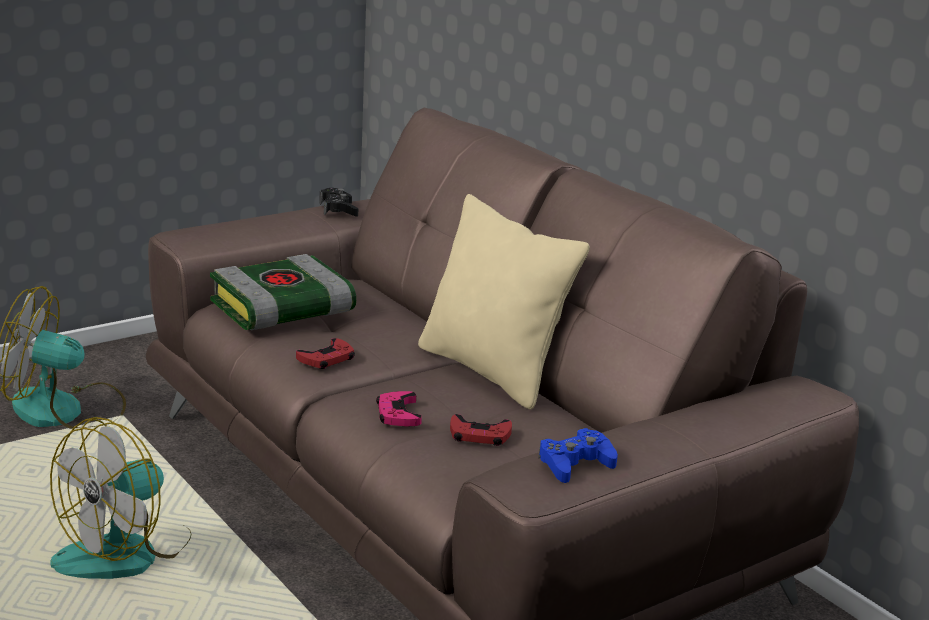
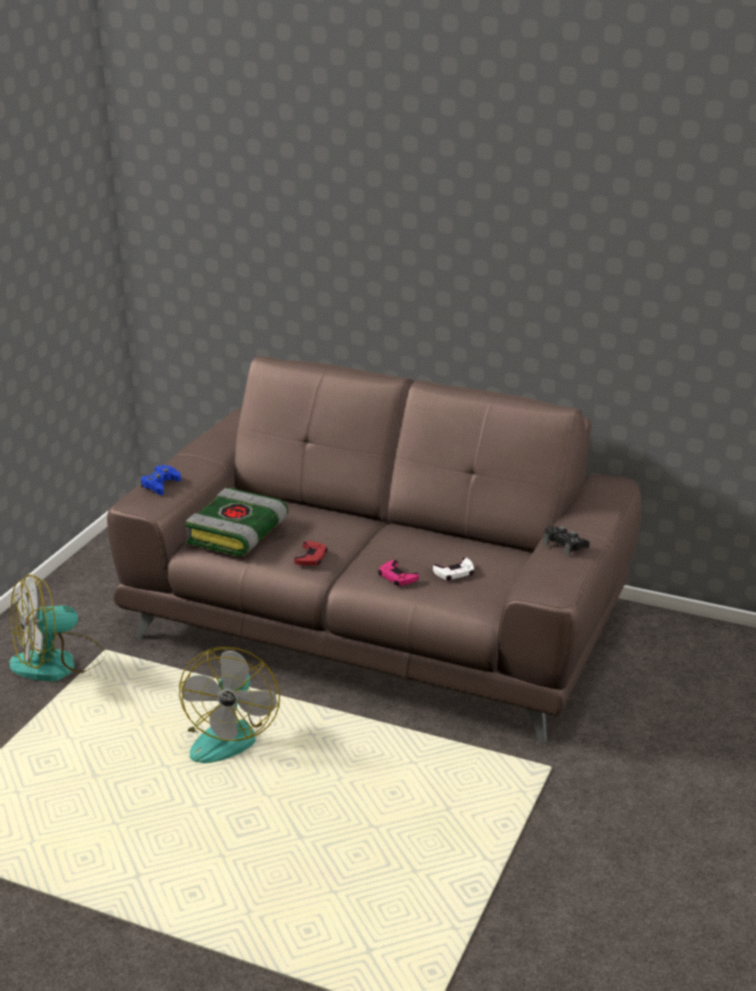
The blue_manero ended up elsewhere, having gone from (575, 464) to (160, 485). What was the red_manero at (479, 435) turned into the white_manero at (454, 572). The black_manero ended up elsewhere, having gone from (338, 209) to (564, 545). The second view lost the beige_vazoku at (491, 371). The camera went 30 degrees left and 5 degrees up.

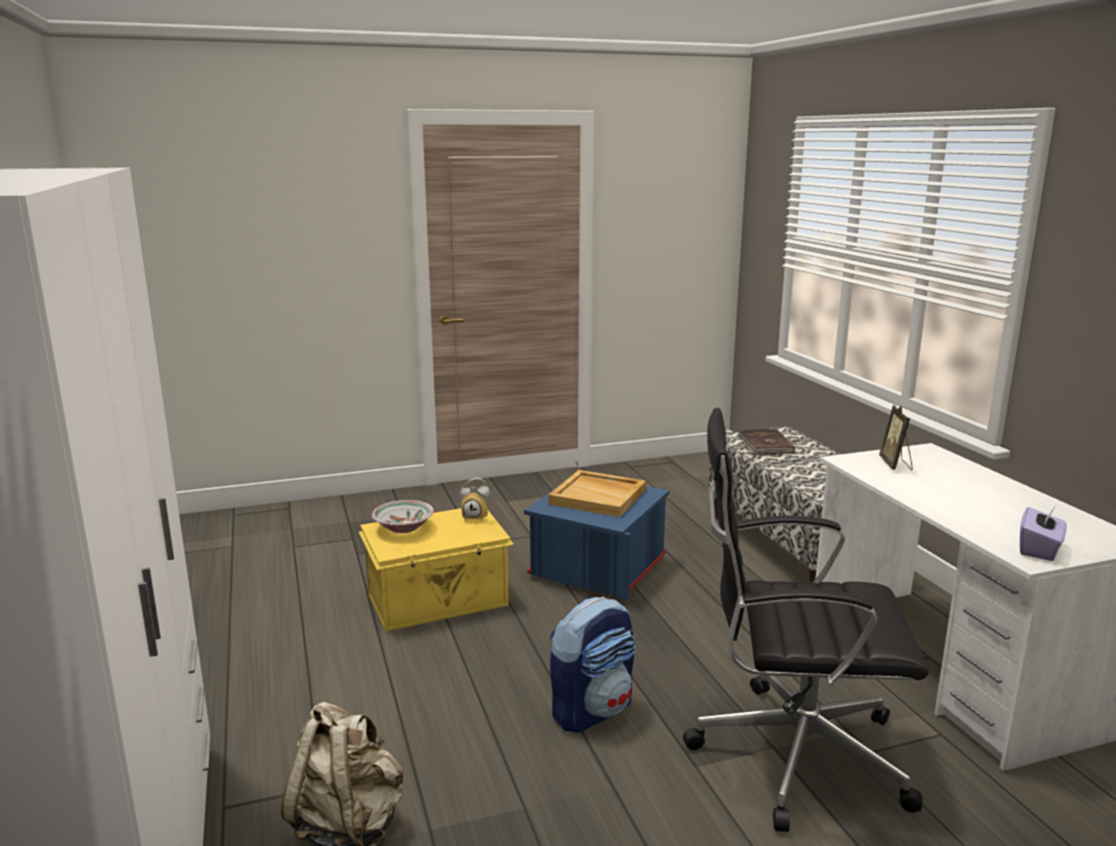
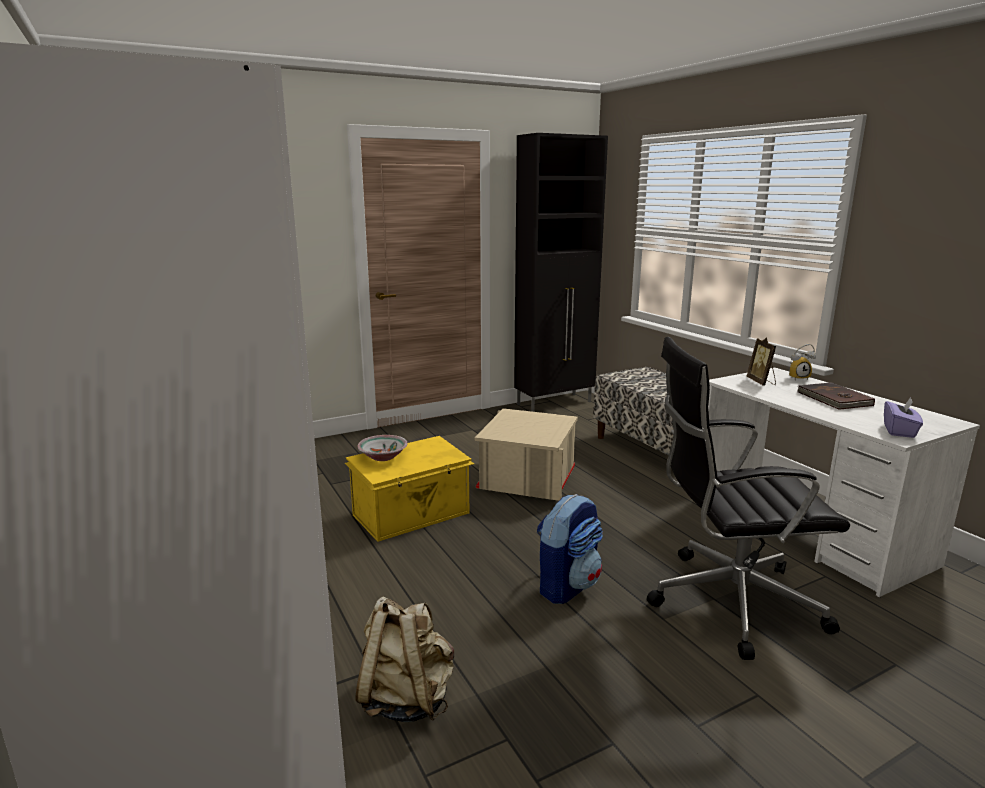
What was the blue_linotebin at (596, 568) turned into the beige_linotebin at (526, 480). The second view gained the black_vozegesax at (555, 403). The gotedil ended up elsewhere, having gone from (476, 517) to (798, 378). The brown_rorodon ended up elsewhere, having gone from (764, 445) to (833, 399). The second view lost the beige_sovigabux at (599, 497). The camera went 10 degrees left and 0 degrees up.

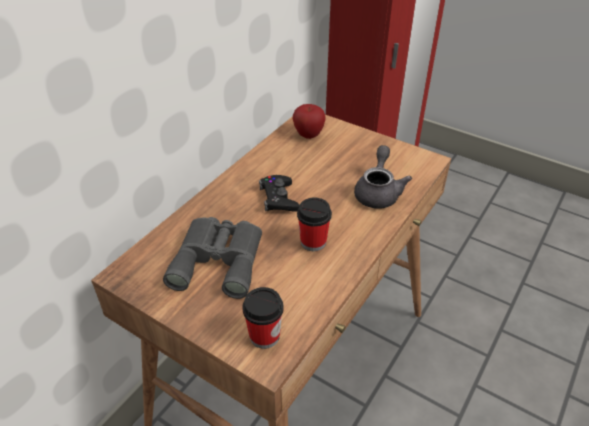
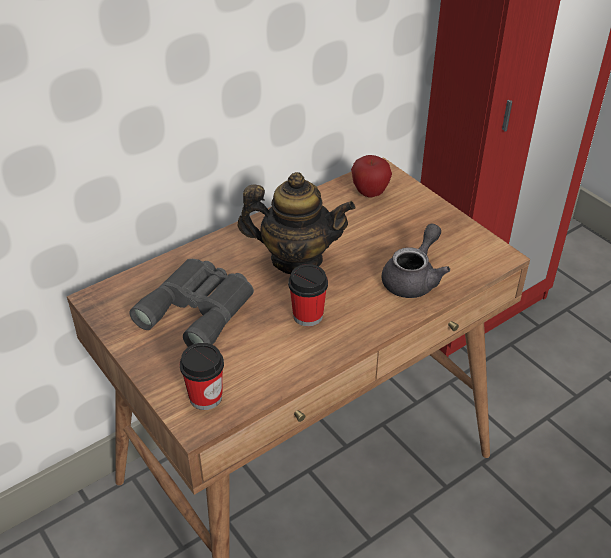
Where the black_manero stood at (279, 198), the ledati came to stand at (296, 259). The camera went 20 degrees right and 0 degrees up.

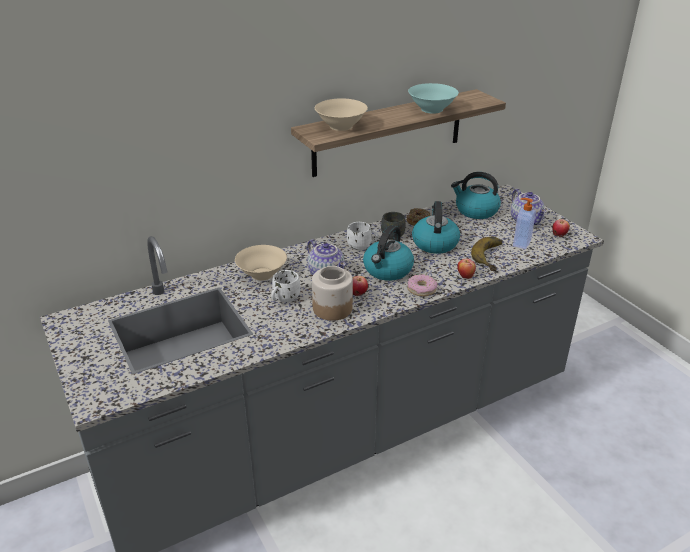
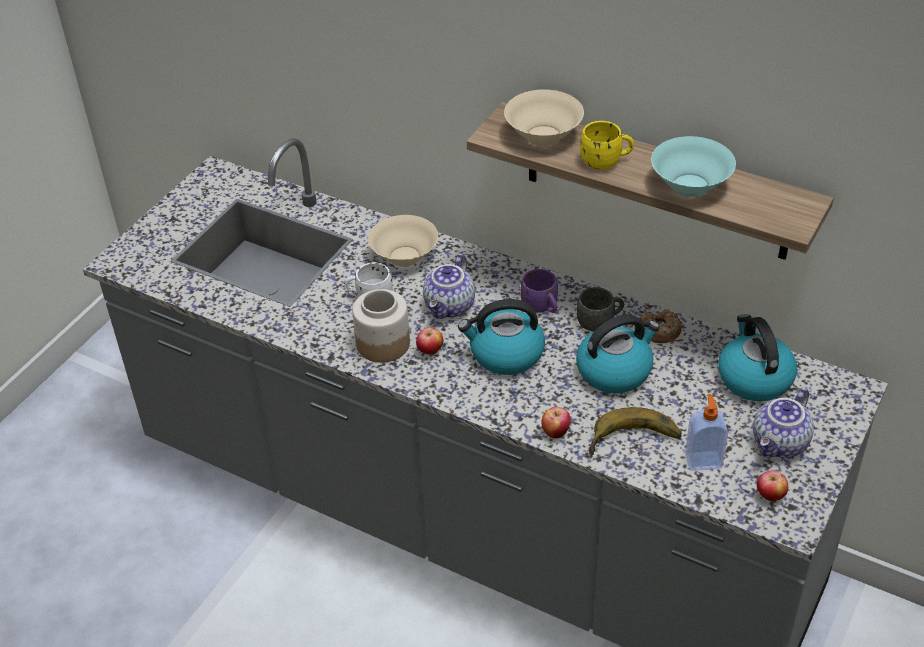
What was the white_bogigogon at (362, 246) turned into the purple_bogigogon at (542, 308). The second view gained the yellow_bogigogon at (606, 162). The second view lost the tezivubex at (421, 289). The camera went 60 degrees right and 10 degrees up.

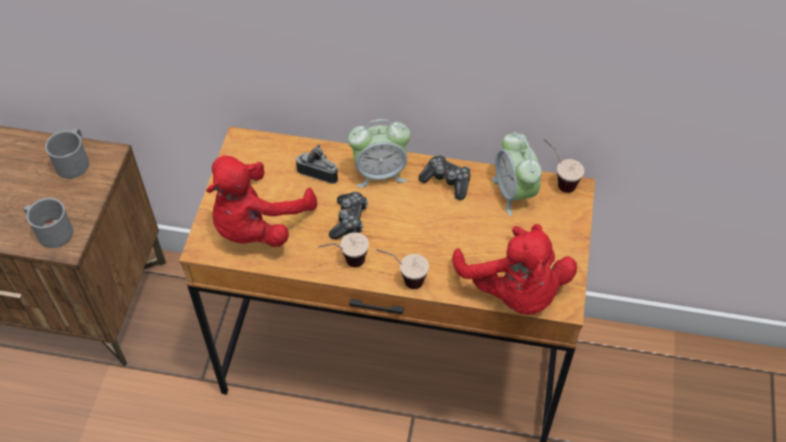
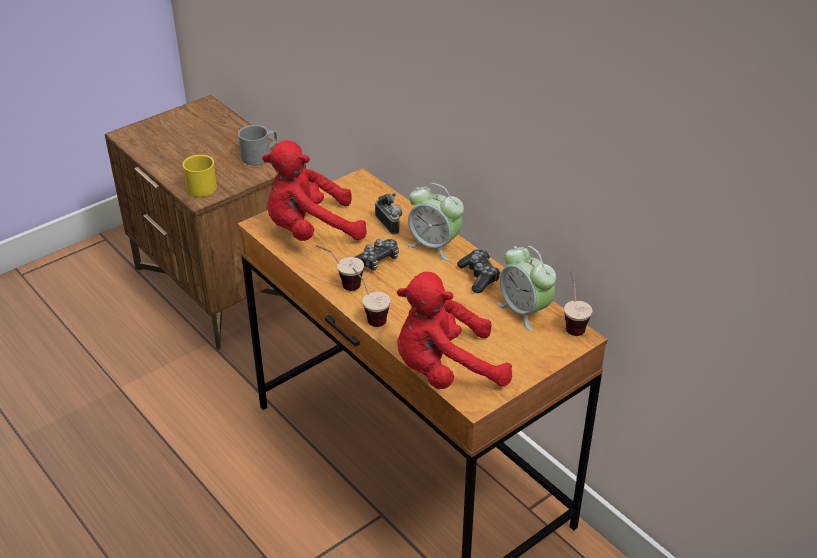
What was the grey_bogigogon at (50, 231) turned into the yellow_bogigogon at (200, 186). The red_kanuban at (514, 291) ended up facing another way, 60 degrees clockwise from before. The gotedil at (514, 193) ended up facing another way, 60 degrees counterclockwise from before. The camera went 40 degrees right and 15 degrees down.

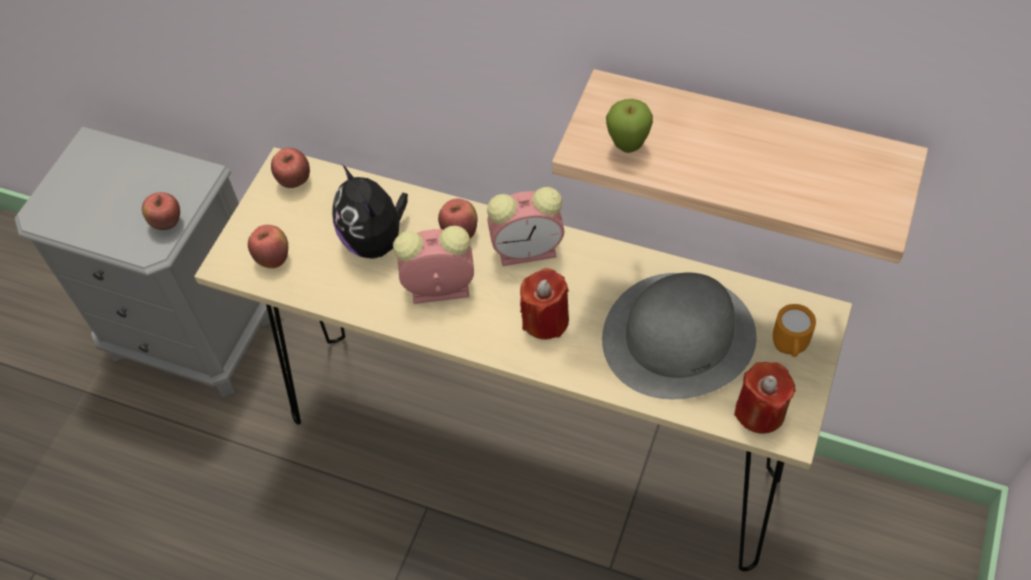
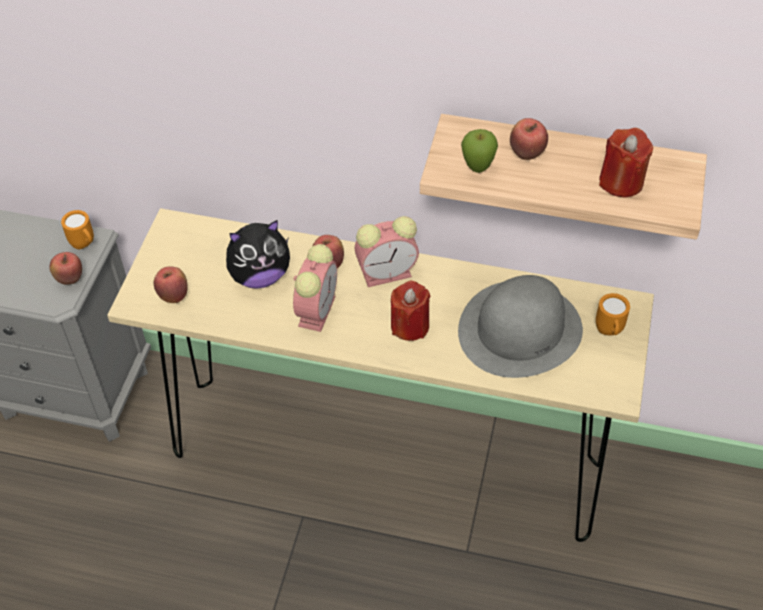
The second view gained the orange_bogigogon at (85, 245). The kanuban at (377, 241) ended up facing another way, 75 degrees counterclockwise from before. The gotedil at (437, 289) ended up facing another way, 120 degrees clockwise from before. The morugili ended up elsewhere, having gone from (295, 181) to (526, 154). The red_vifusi ended up elsewhere, having gone from (760, 411) to (621, 182). The camera went 10 degrees left and 5 degrees down.

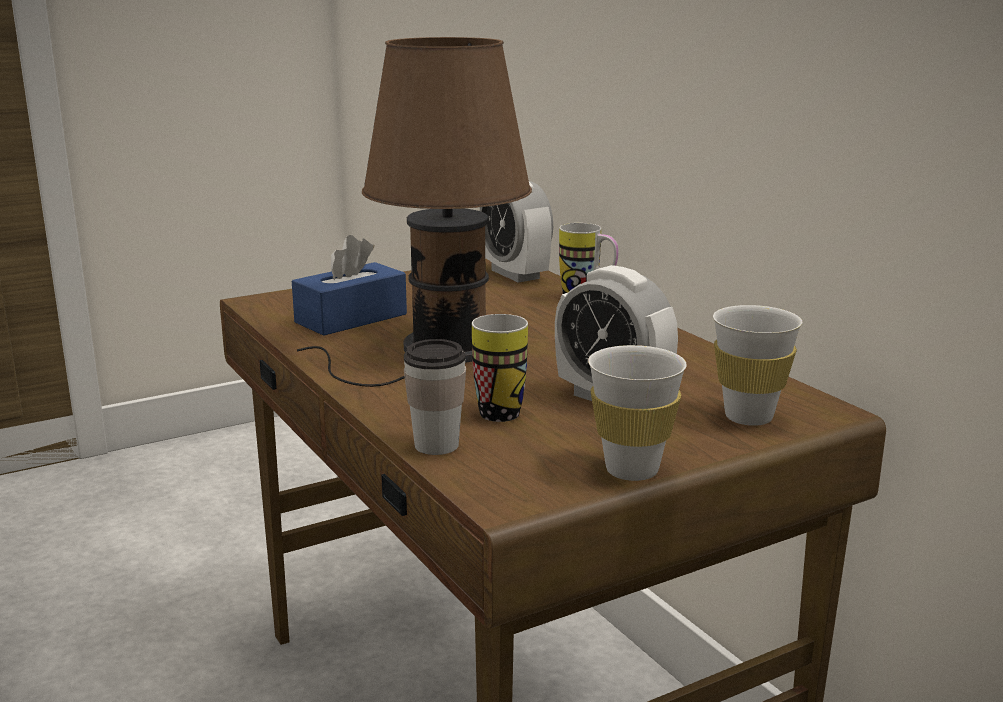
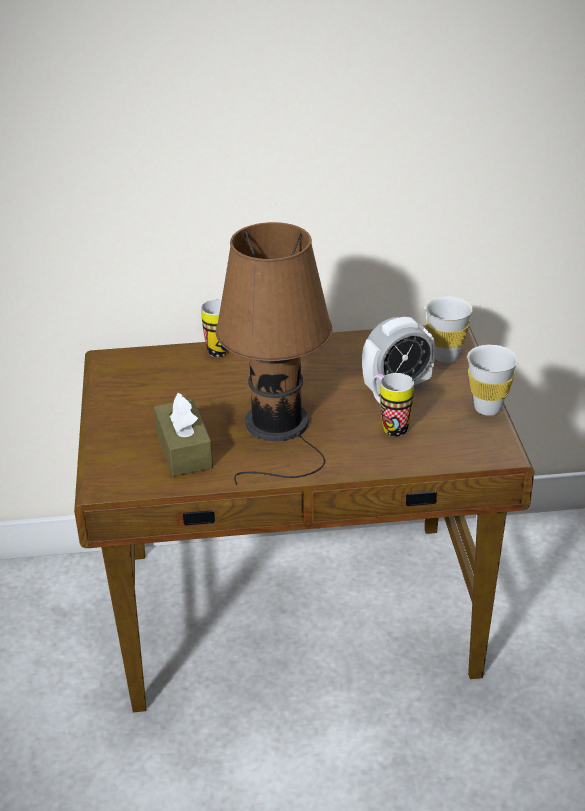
What was the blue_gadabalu at (351, 318) turned into the brown_gadabalu at (184, 450). The second view lost the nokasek at (436, 445). The second view lost the gotedil at (515, 274). The camera went 65 degrees left and 15 degrees up.

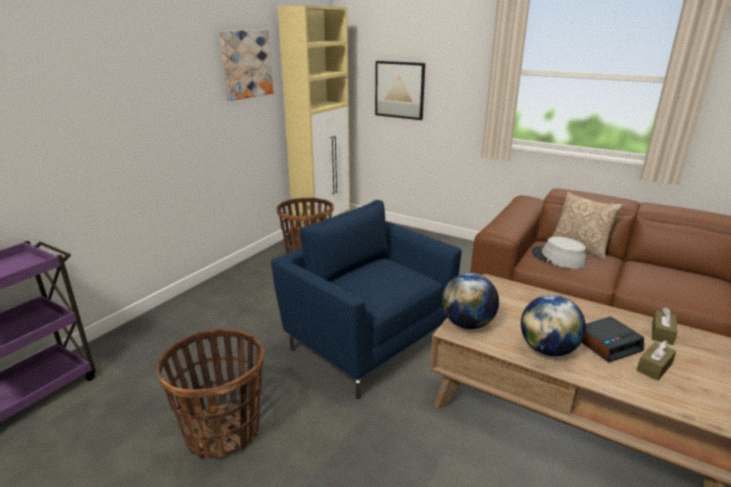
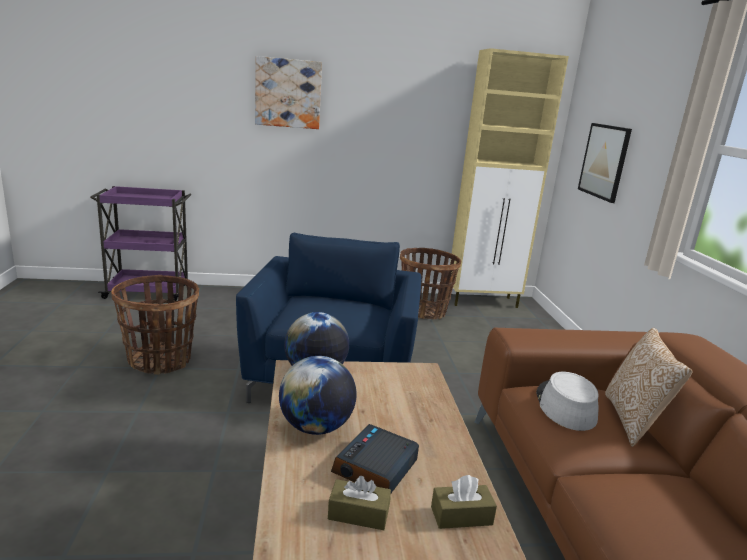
The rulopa ended up elsewhere, having gone from (246, 64) to (288, 93). The gotedil at (607, 344) ended up facing another way, 90 degrees clockwise from before. The camera went 50 degrees right and 5 degrees down.

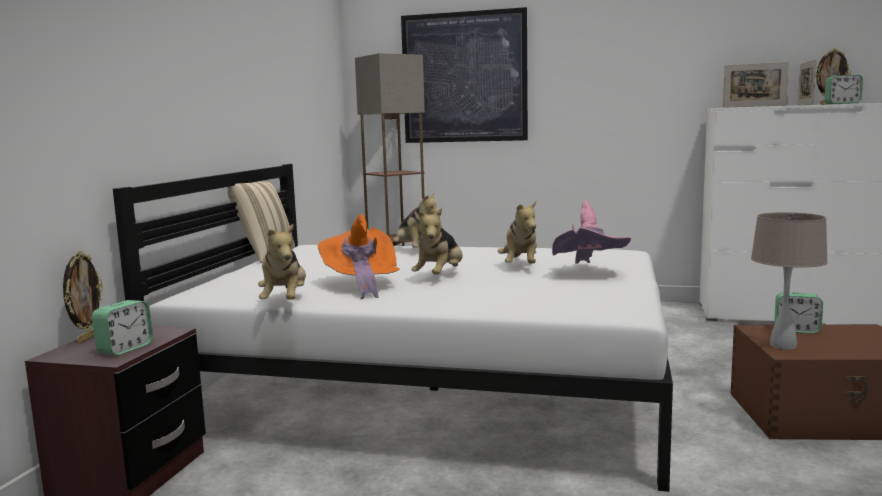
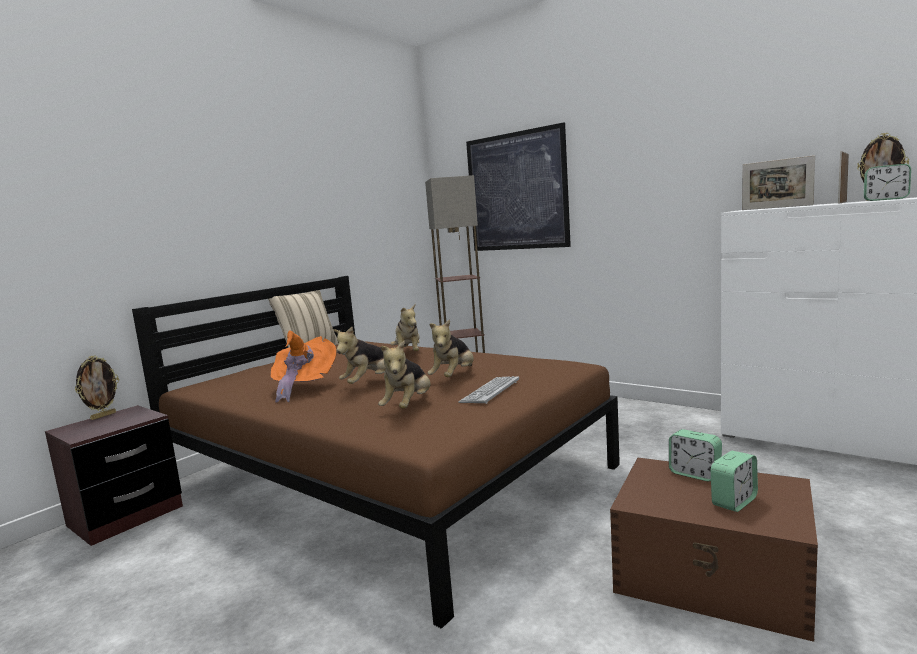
What was the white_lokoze at (430, 388) turned into the brown_lokoze at (386, 476). The kanuban ended up elsewhere, having gone from (285, 301) to (408, 406). Where the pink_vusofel stood at (588, 273), the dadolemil came to stand at (490, 391). The gotedil ended up elsewhere, having gone from (125, 349) to (734, 501). The second view lost the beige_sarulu at (782, 345). The camera went 25 degrees right and 0 degrees up.

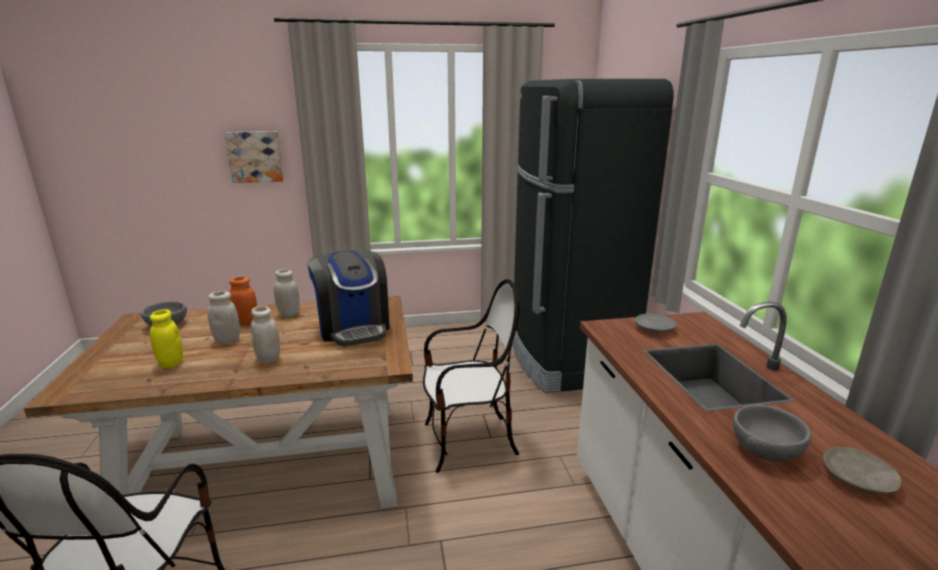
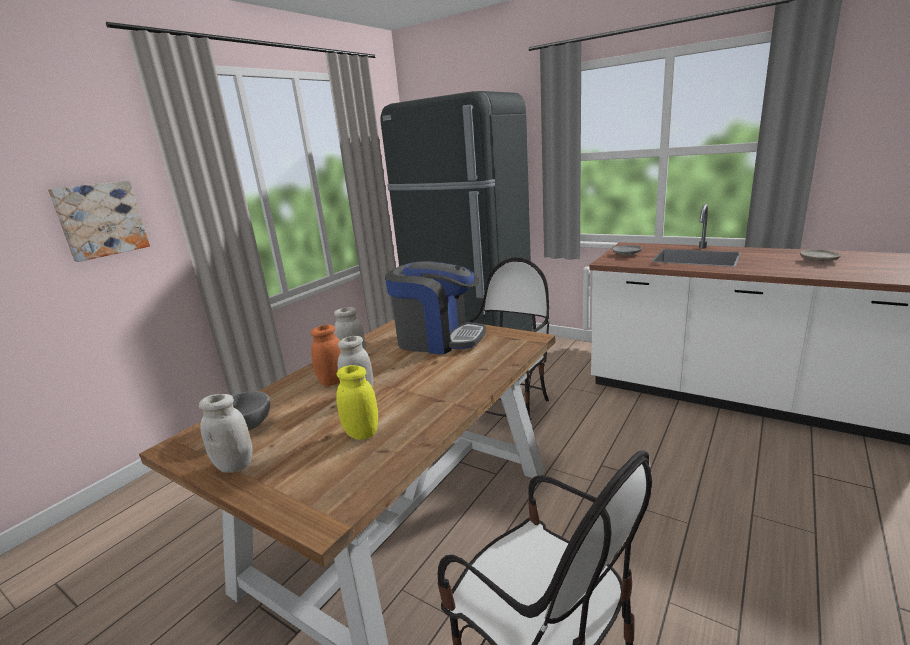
The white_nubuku ended up elsewhere, having gone from (268, 358) to (235, 465). The second view lost the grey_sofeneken at (767, 451). The camera went 45 degrees left and 0 degrees up.

